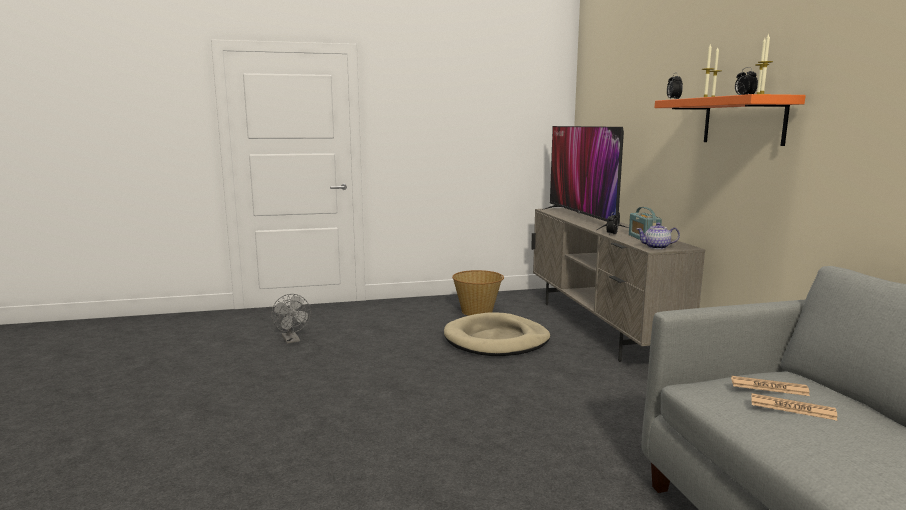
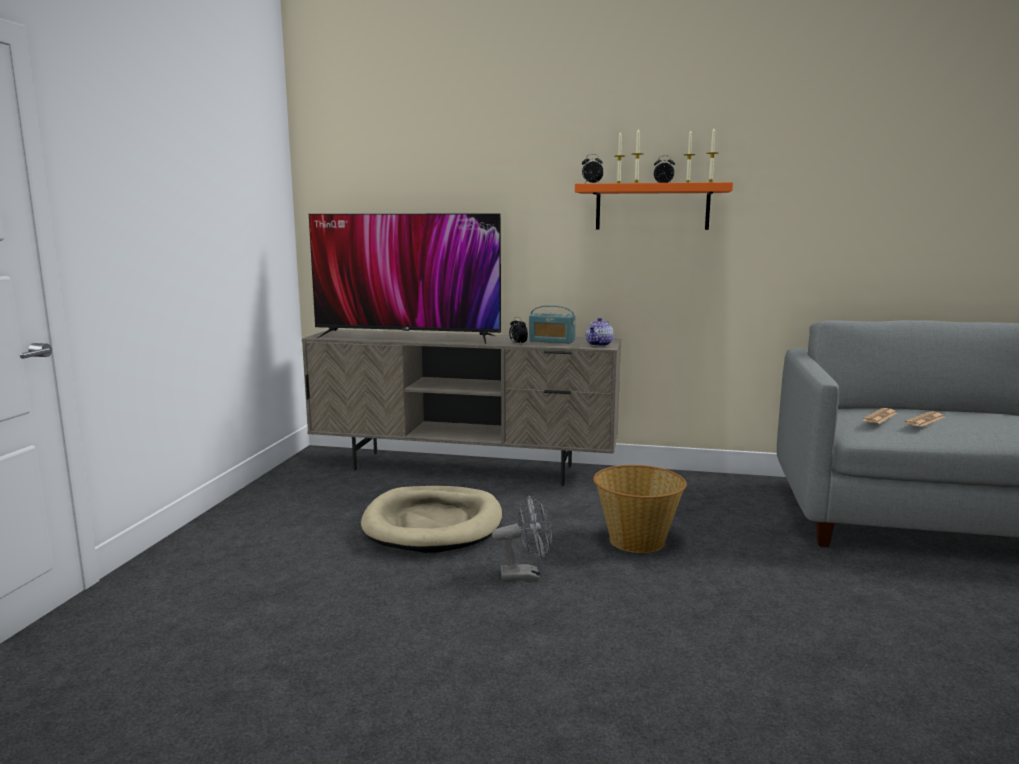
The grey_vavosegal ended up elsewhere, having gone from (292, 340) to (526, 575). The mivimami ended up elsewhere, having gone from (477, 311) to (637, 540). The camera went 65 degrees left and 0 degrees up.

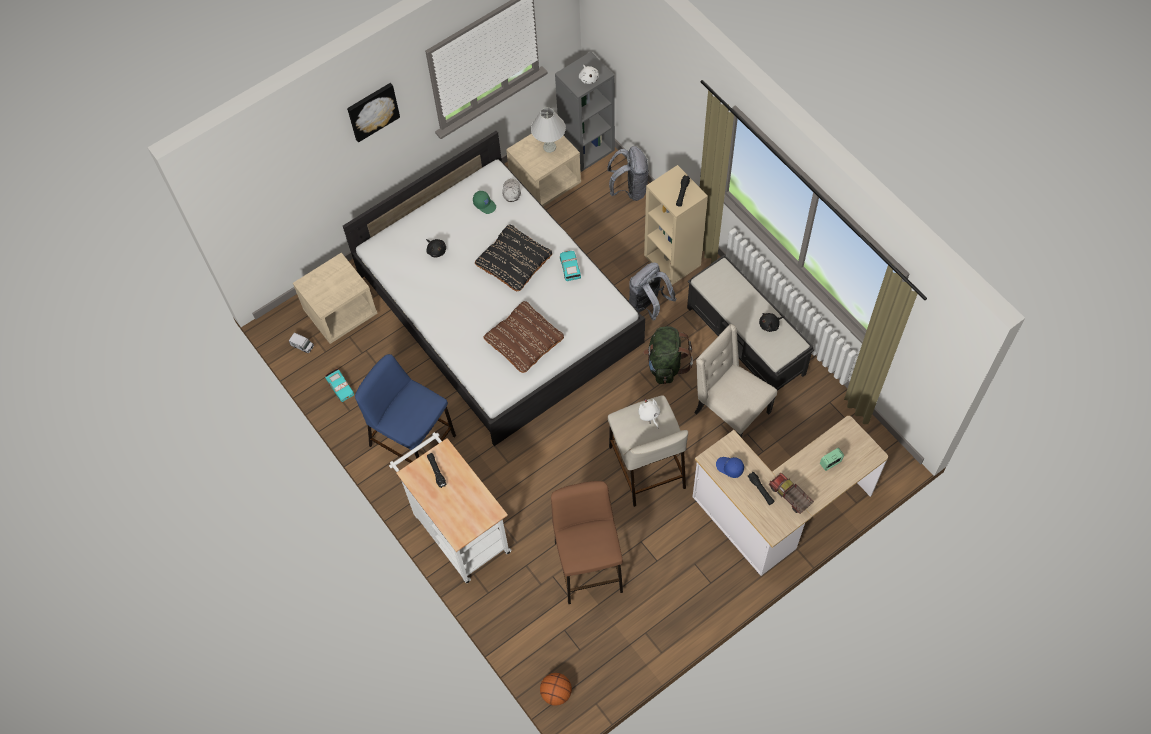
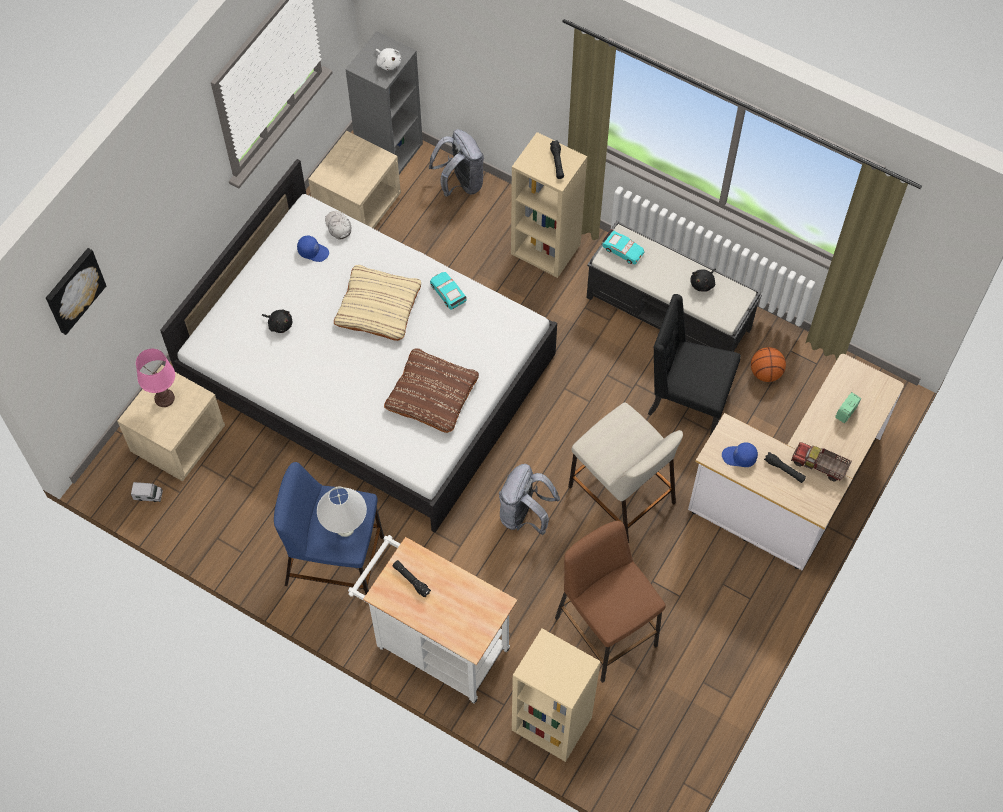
The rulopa ended up elsewhere, having gone from (372, 111) to (73, 290). The second view gained the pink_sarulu at (164, 398). What was the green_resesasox at (485, 204) turned into the blue_resesasox at (313, 251). The white_sarulu ended up elsewhere, having gone from (549, 147) to (345, 528). What was the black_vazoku at (514, 261) turned into the beige_vazoku at (378, 306). The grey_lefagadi ended up elsewhere, having gone from (648, 305) to (525, 515). The second view gained the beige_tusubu at (550, 724). The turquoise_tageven ended up elsewhere, having gone from (340, 387) to (622, 250). What was the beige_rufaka at (730, 413) turned into the black_rufaka at (687, 400). The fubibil ended up elsewhere, having gone from (556, 693) to (765, 372). The second view lost the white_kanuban at (649, 415). The second view lost the green_lefagadi at (665, 364). The camera went 25 degrees left and 0 degrees up.

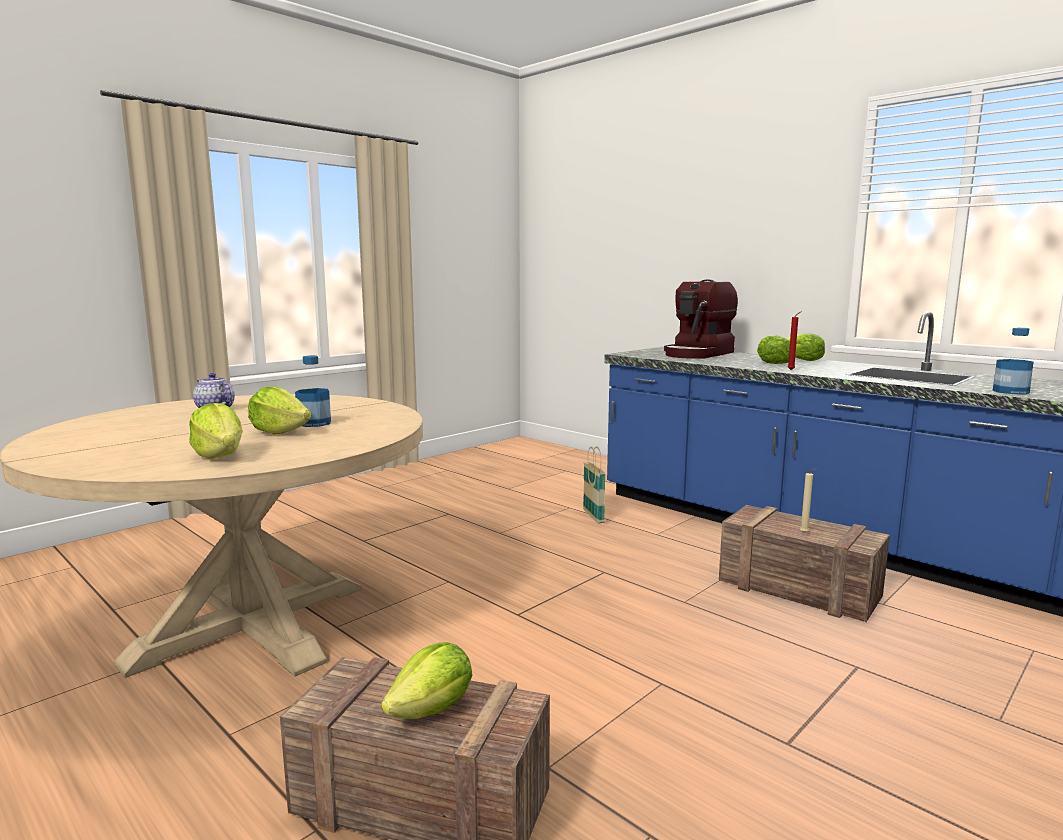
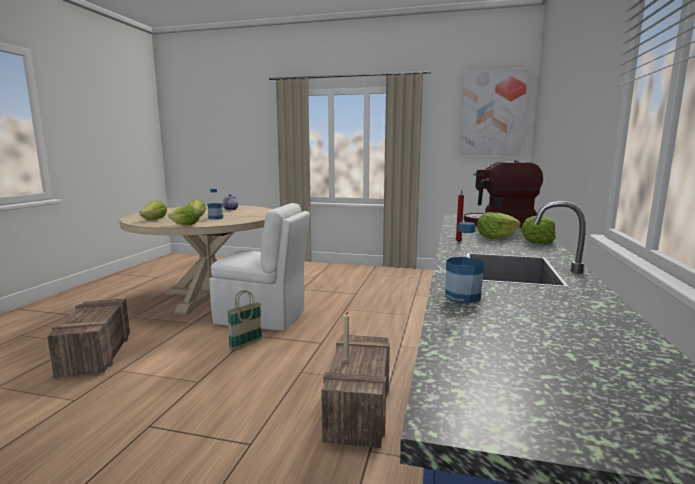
The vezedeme ended up elsewhere, having gone from (433, 709) to (185, 225). The second view gained the white_rufaka at (263, 317). The mivimami ended up elsewhere, having gone from (593, 516) to (246, 344). The second view gained the rulopa at (492, 113). The camera went 60 degrees right and 0 degrees up.

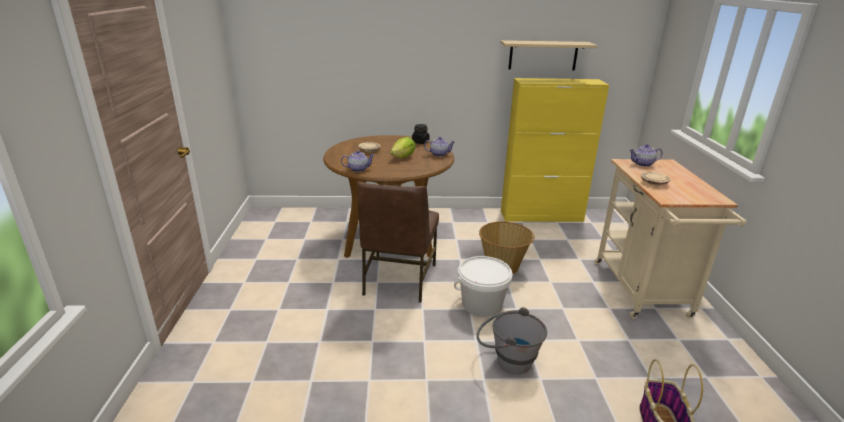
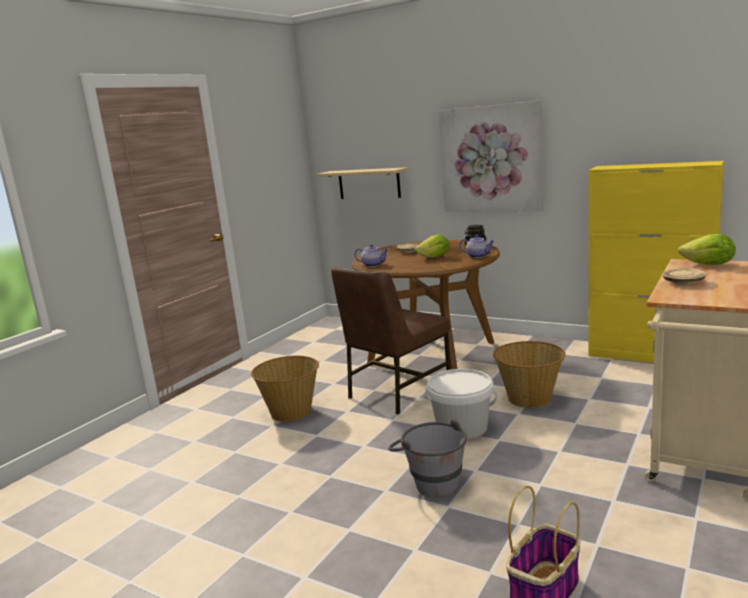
The second view gained the mivimami at (291, 411). The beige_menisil ended up elsewhere, having gone from (543, 55) to (369, 183). The second view gained the rulopa at (490, 159). Where the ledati stood at (643, 164), the vezedeme came to stand at (709, 265). The camera went 35 degrees right and 10 degrees down.

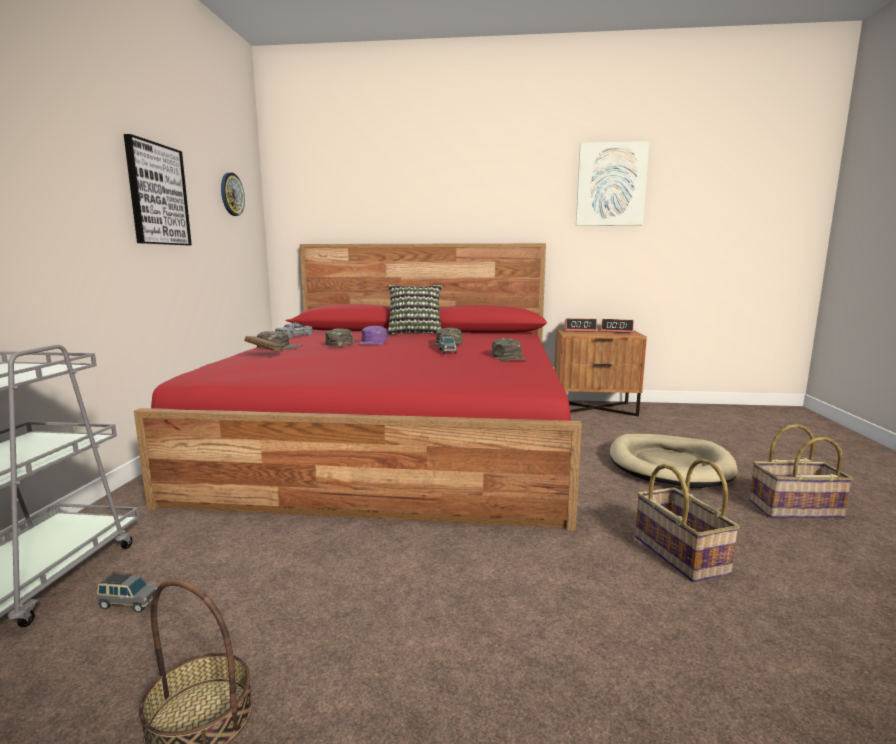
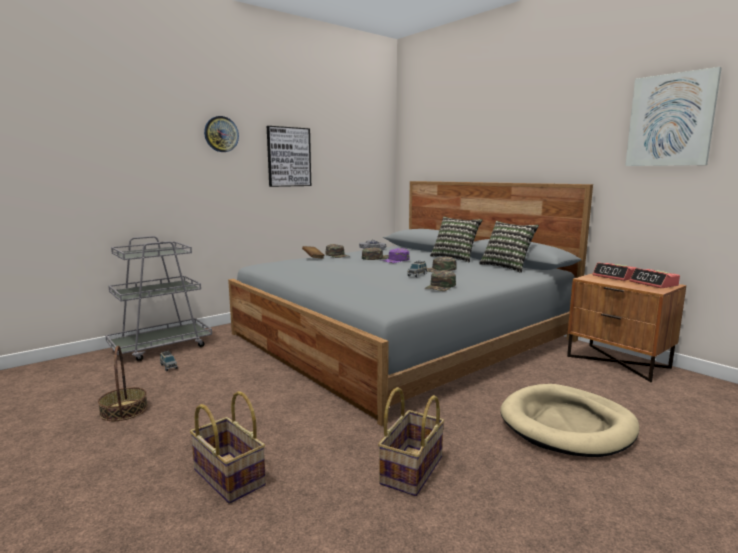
The mivimami ended up elsewhere, having gone from (795, 510) to (227, 478). The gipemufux ended up elsewhere, having gone from (231, 194) to (221, 134). What was the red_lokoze at (399, 439) turned into the grey_lokoze at (402, 337). The second view gained the vazoku at (507, 267). The camera went 45 degrees right and 0 degrees up.

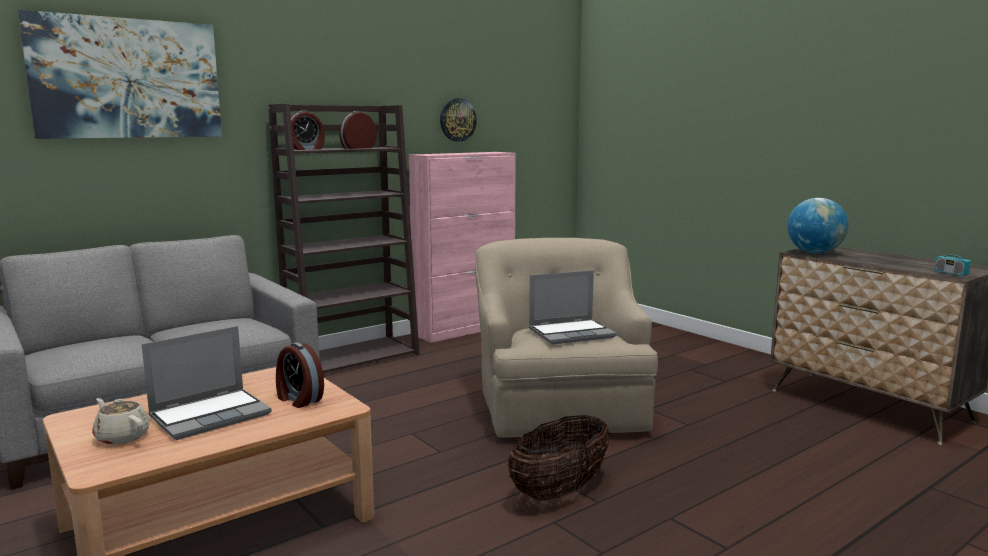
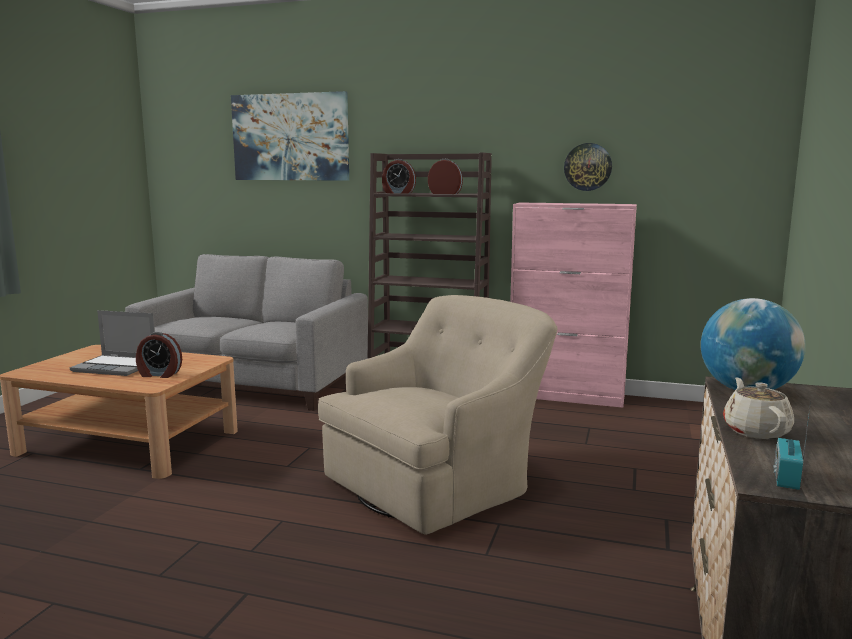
The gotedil at (298, 399) ended up facing another way, 90 degrees counterclockwise from before. The beige_ledati ended up elsewhere, having gone from (122, 437) to (755, 430). The second view lost the mivimami at (560, 490). The second view lost the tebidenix at (572, 333). The camera went 55 degrees right and 0 degrees up.

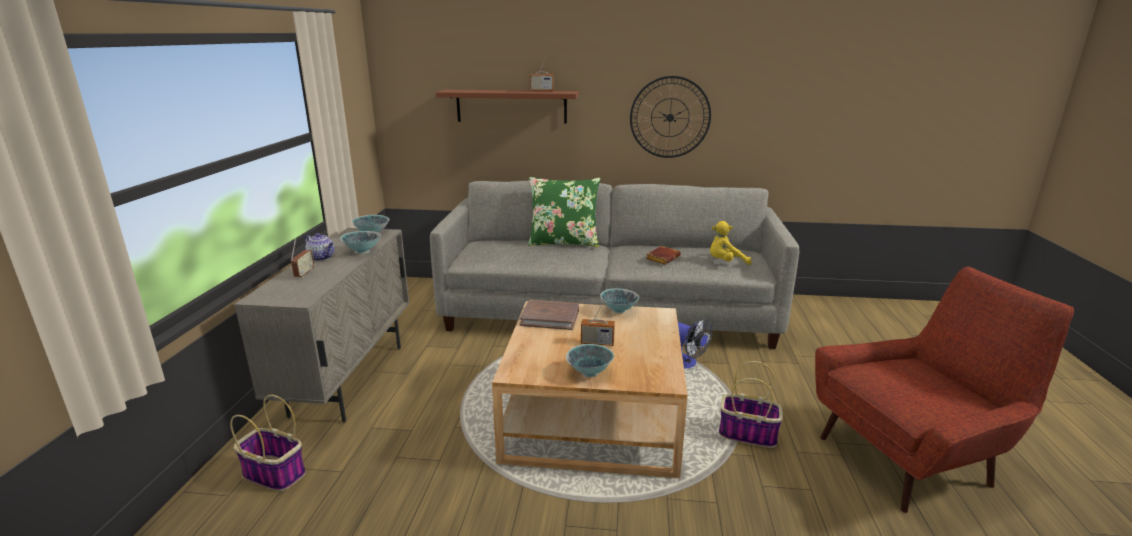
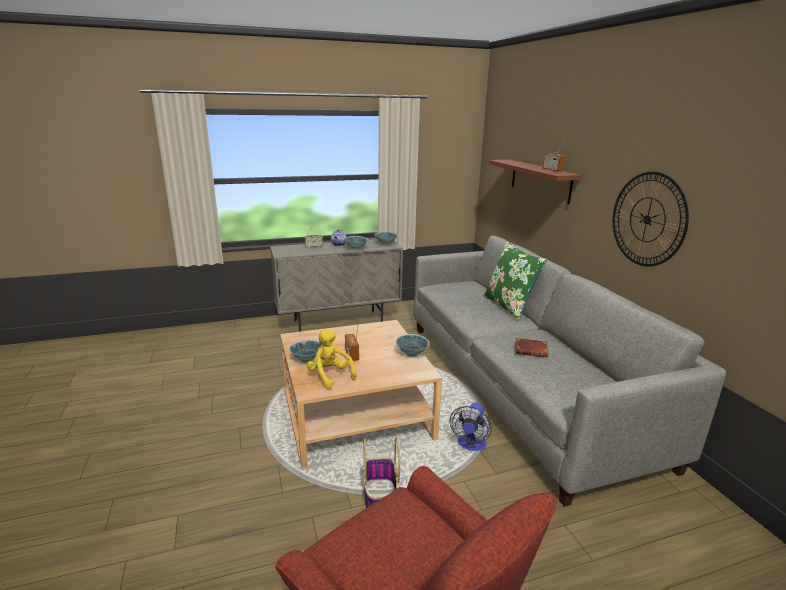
The yellow_kanuban ended up elsewhere, having gone from (725, 262) to (330, 376). The second view lost the mivimami at (273, 474). The second view lost the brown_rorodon at (550, 317). The camera went 65 degrees right and 0 degrees up.

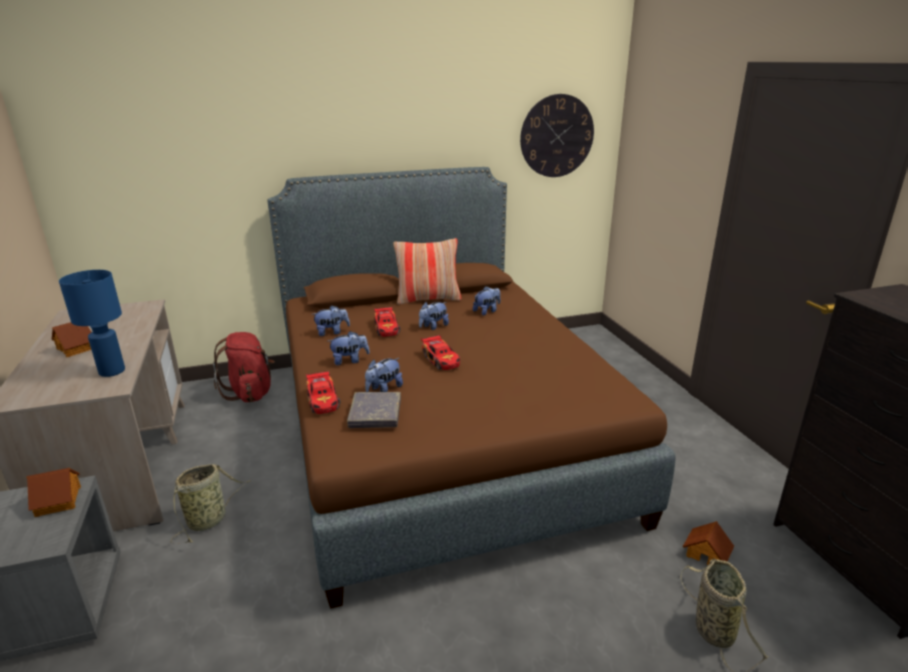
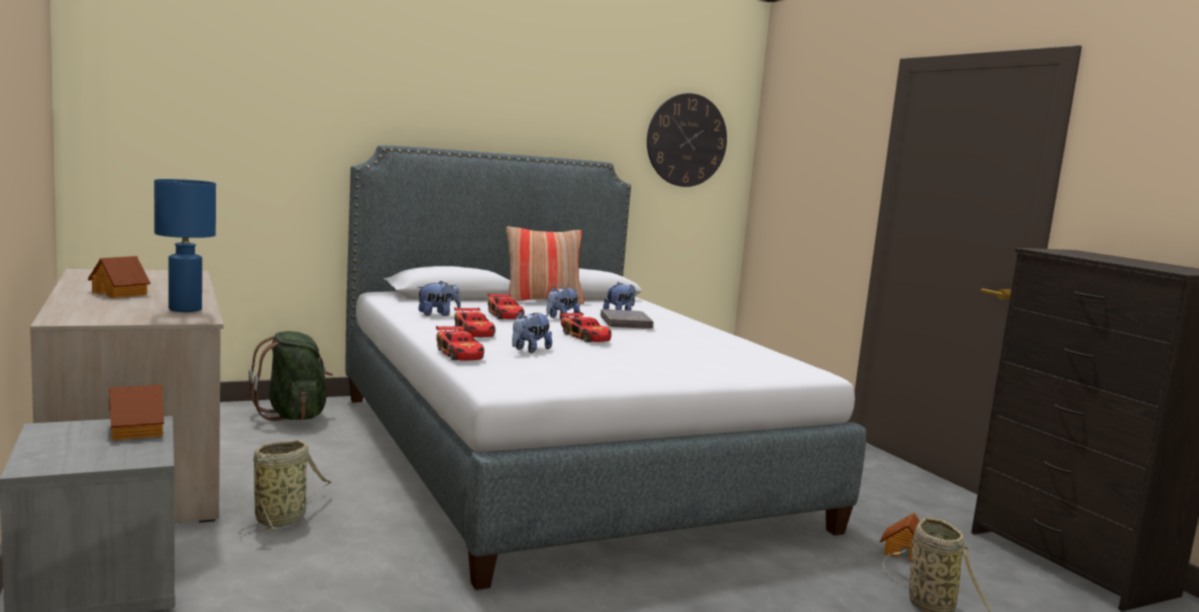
What was the red_lefagadi at (250, 393) turned into the green_lefagadi at (293, 416). What was the brown_lokoze at (438, 432) turned into the grey_lokoze at (559, 456). Where the kanuban stood at (350, 360), the tageven came to stand at (474, 332). The grey_rorodon ended up elsewhere, having gone from (375, 414) to (625, 323). The camera went 10 degrees left and 15 degrees down.

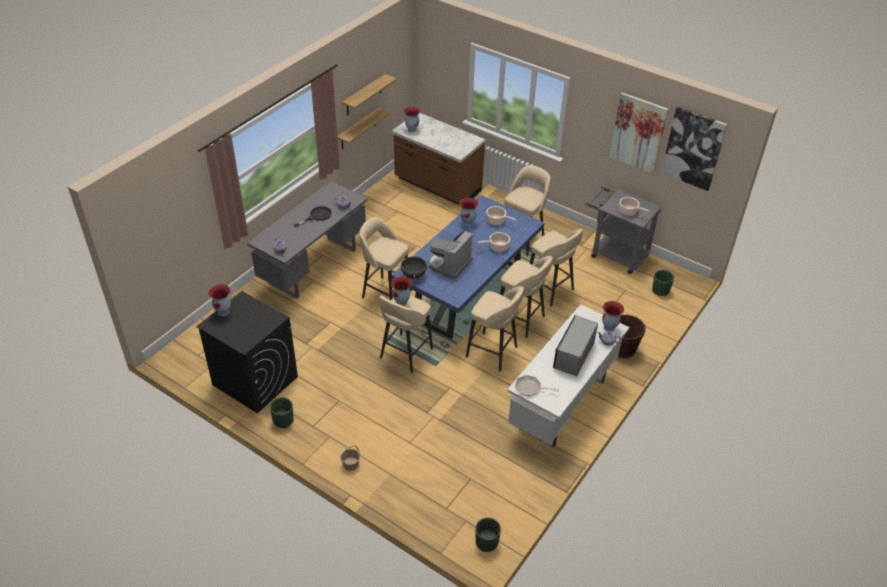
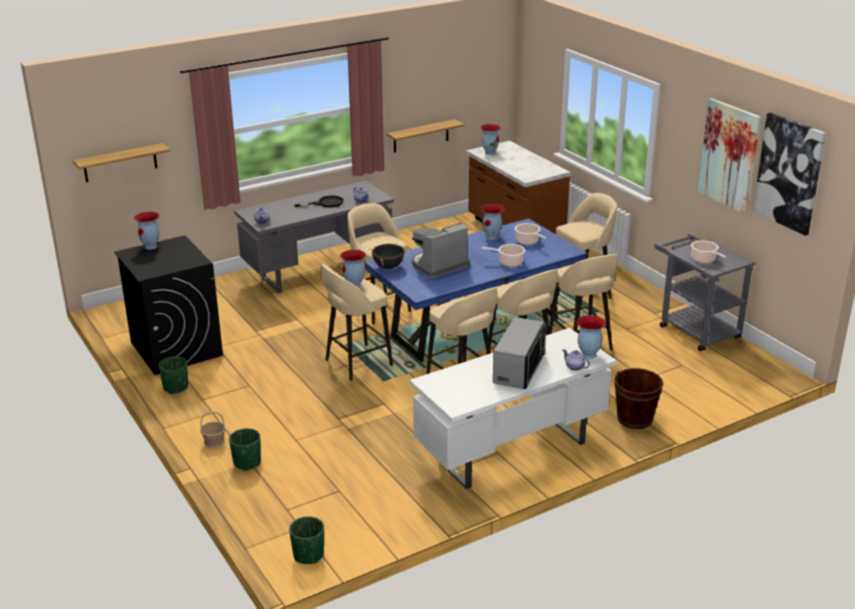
The menisil ended up elsewhere, having gone from (364, 95) to (120, 163). The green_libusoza ended up elsewhere, having gone from (660, 290) to (247, 462). The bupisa at (573, 355) ended up facing another way, 150 degrees clockwise from before. The second view lost the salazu at (530, 388). The camera went 25 degrees right and 15 degrees down.

